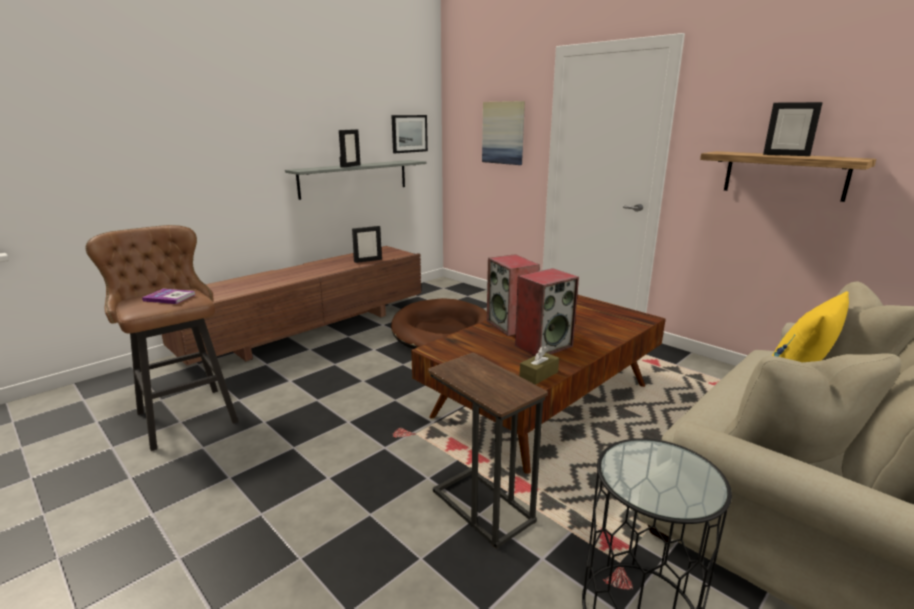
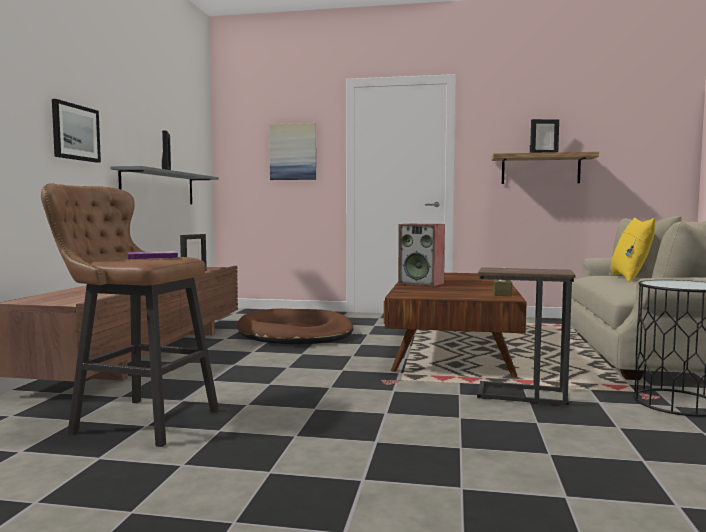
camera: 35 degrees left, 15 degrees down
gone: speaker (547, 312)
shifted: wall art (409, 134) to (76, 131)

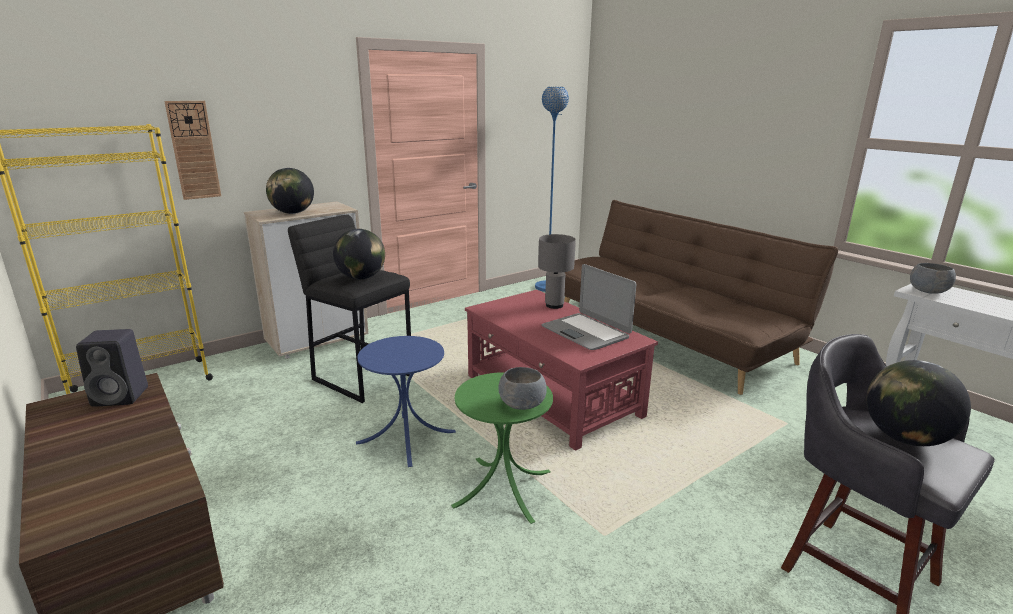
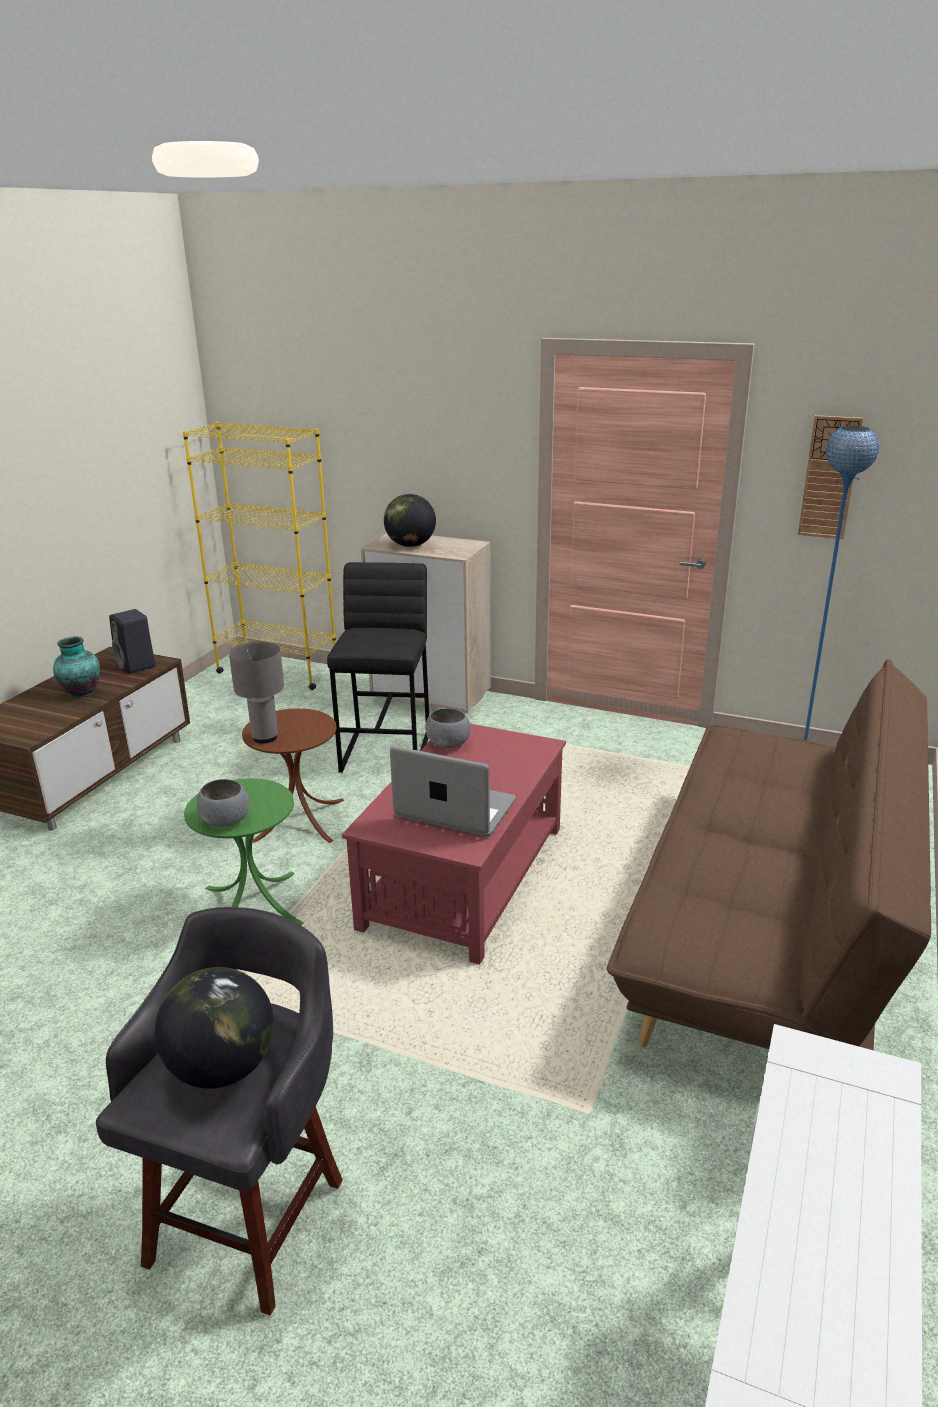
camera: 60 degrees right, 5 degrees up
gone: world globe (359, 254)
new: vase (76, 667)
shifted: clock on the wall (192, 150) to (830, 477); grey lamp for a table (557, 271) to (256, 692); grey deep dish (933, 278) to (448, 728)
repainted: blue-coloured accent table (406, 401) to brownish accent table (293, 775)
rotated: laptop (588, 307) = (453, 791) 90 degrees clockwise

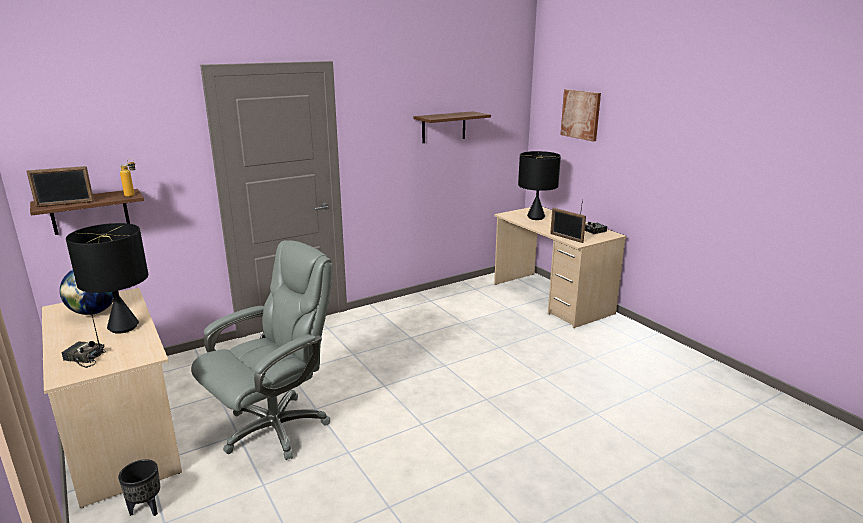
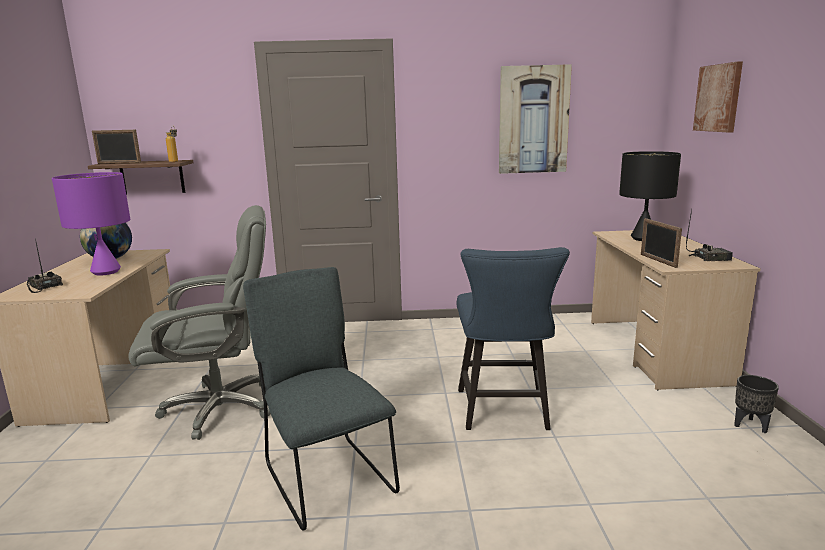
camera: 30 degrees right, 5 degrees down
new: grey chair (321, 399); blue-coloured chair (513, 338)
shifted: black planter (139, 487) to (756, 404)
swapped: wall shelf (452, 127) to wall art (535, 119)
repainted: black lamp for a table (107, 278) to purplish lamp for a table (91, 224)

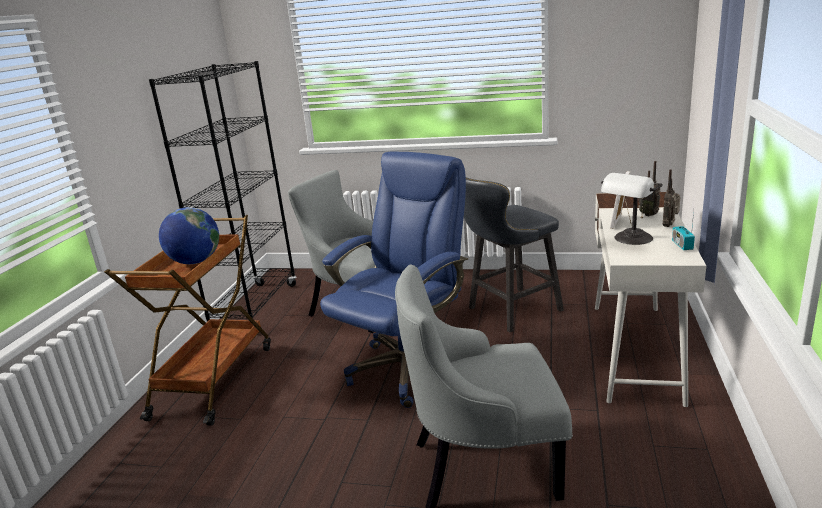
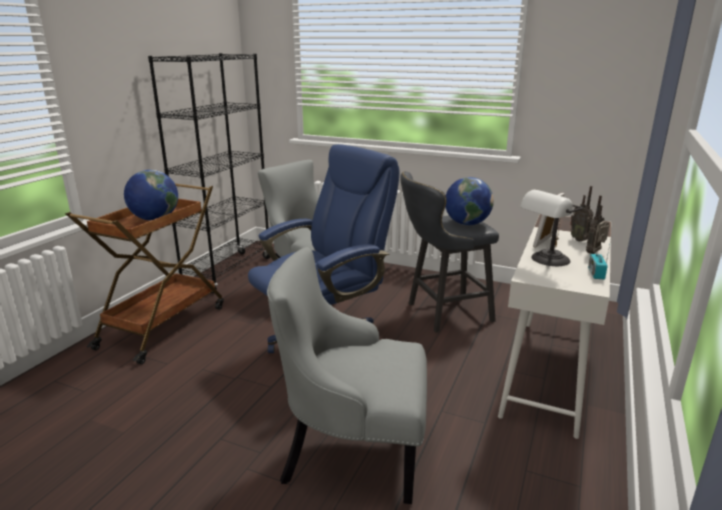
camera: 10 degrees right, 0 degrees up
new: world globe (469, 201)

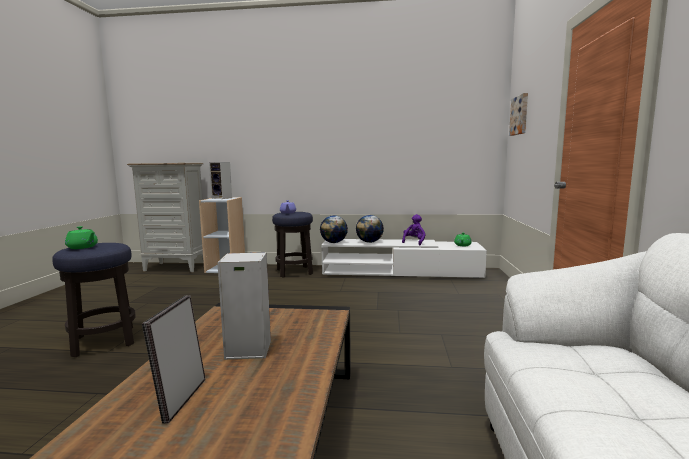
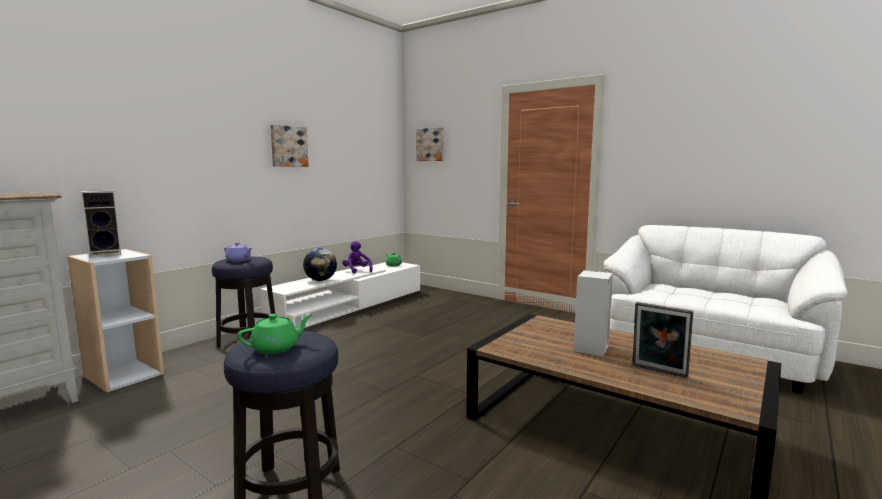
camera: 60 degrees left, 0 degrees up
gone: world globe (334, 229)
new: wall art (289, 146)

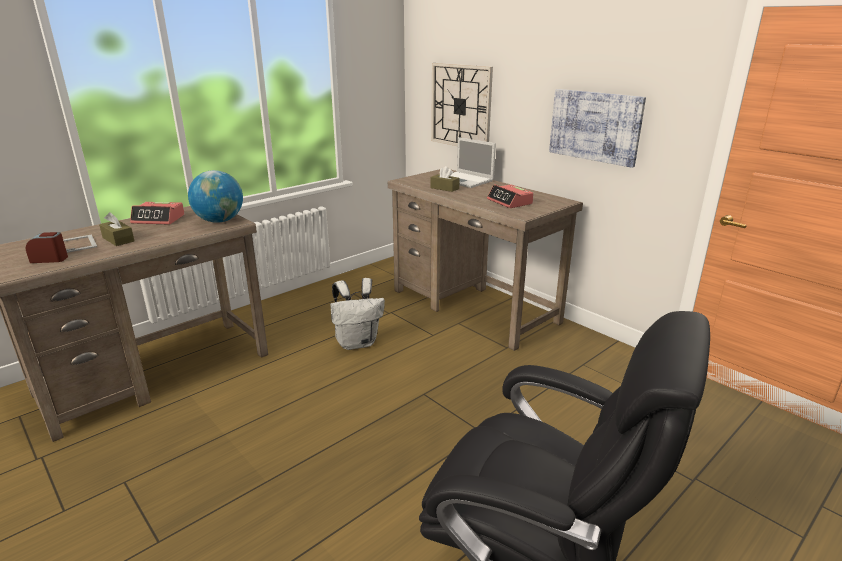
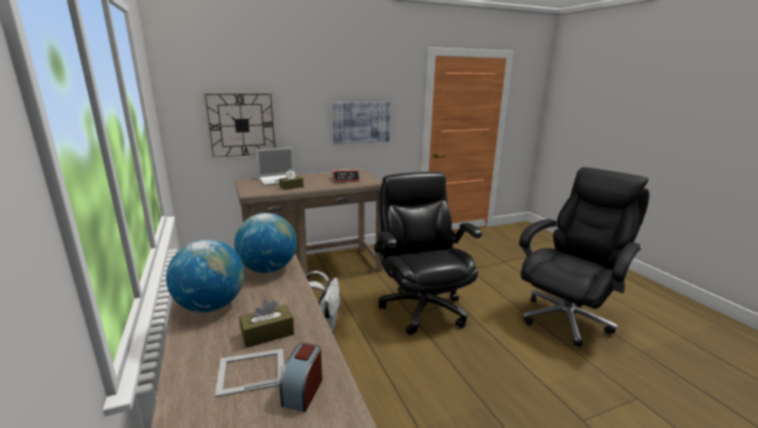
camera: 70 degrees left, 5 degrees down
new: black office chair (428, 253)
swapped: table clock (157, 213) to world globe (205, 276)

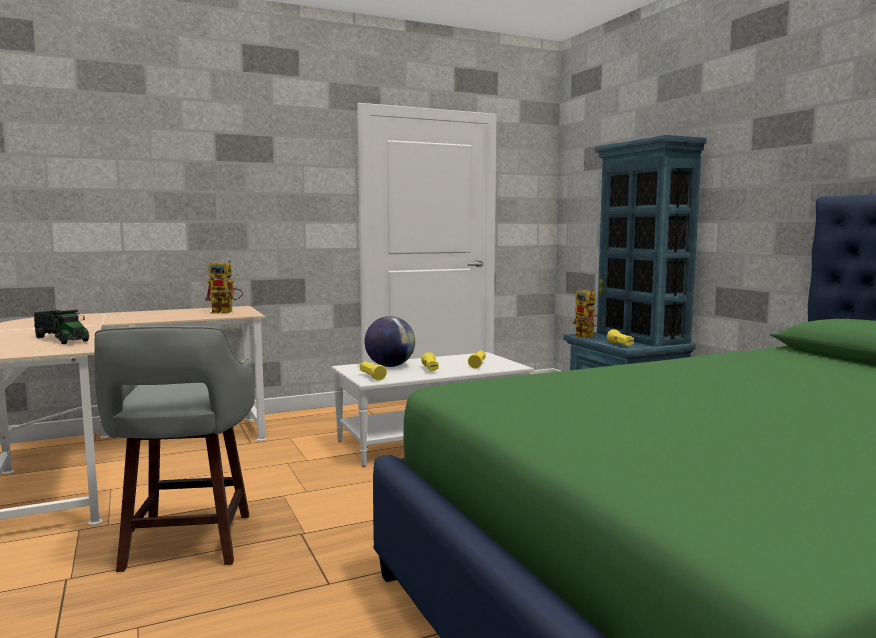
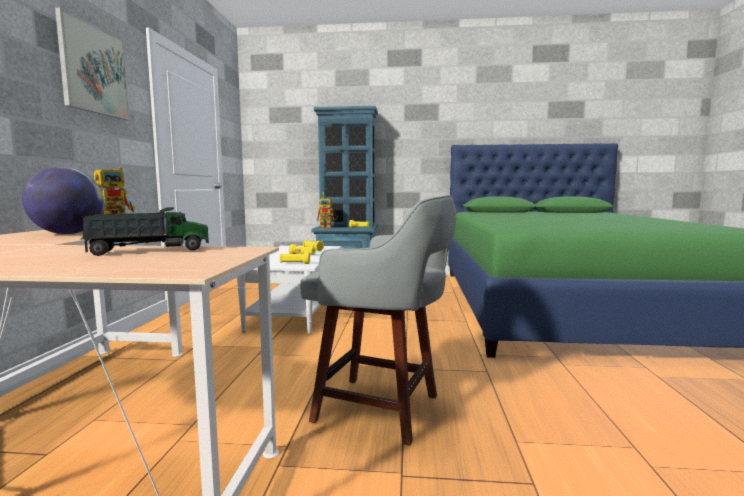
camera: 60 degrees left, 0 degrees up
new: wall art (92, 63)
shifted: world globe (389, 341) to (63, 200)

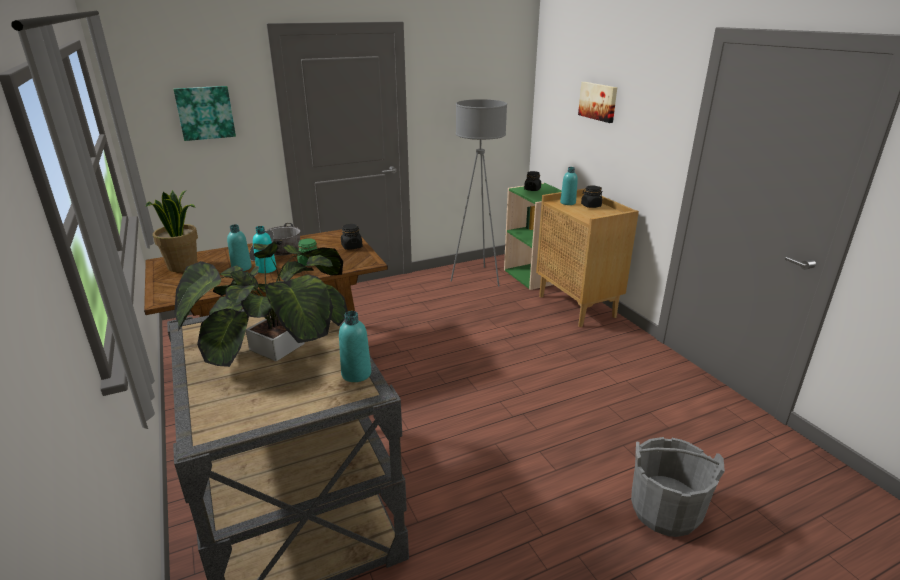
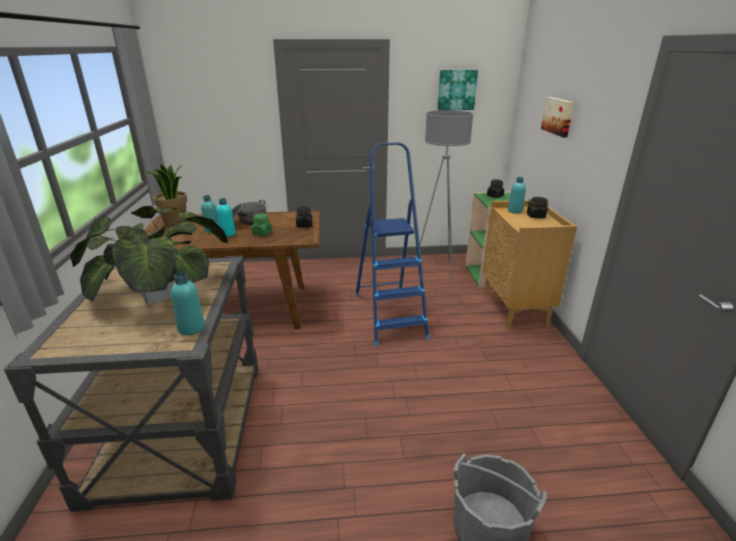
camera: 20 degrees right, 0 degrees up
new: blue-coloured step stool (392, 244)
shifted: wall art (205, 113) to (457, 90)

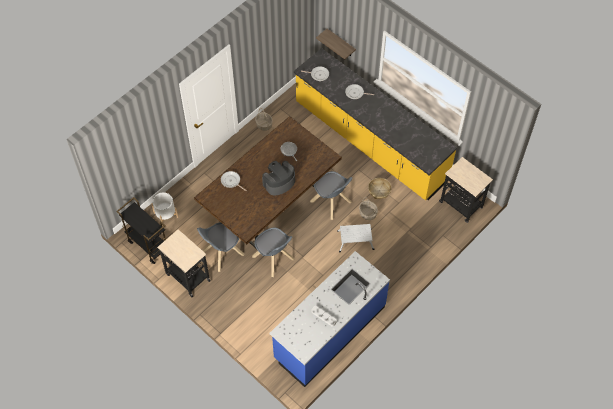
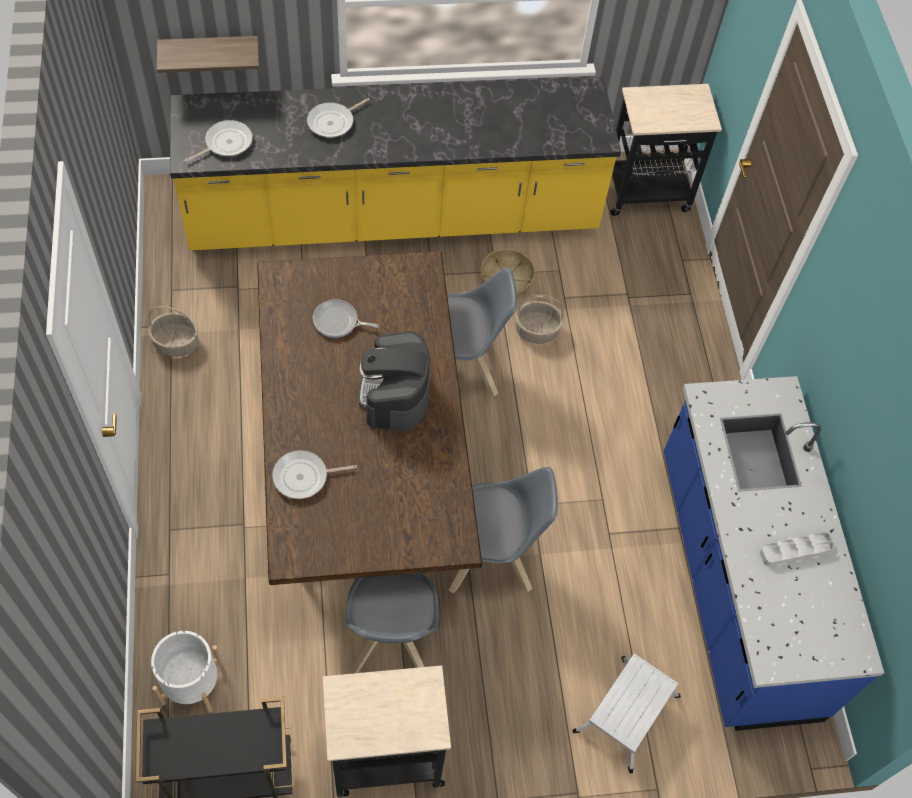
camera: 55 degrees left, 0 degrees up
shifted: white-coloured step stool (356, 238) to (626, 713)

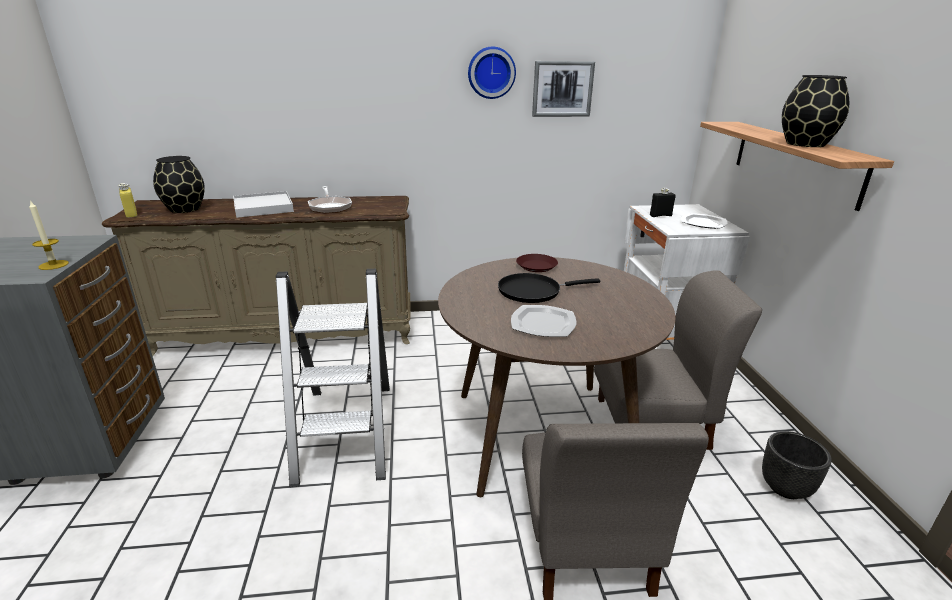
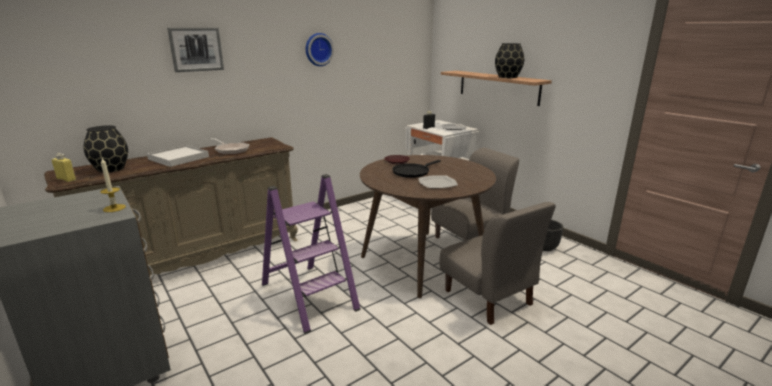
camera: 30 degrees left, 5 degrees down
shifted: wall art (563, 89) to (195, 49)
repainted: grey step stool (333, 378) to purplish step stool (311, 254)

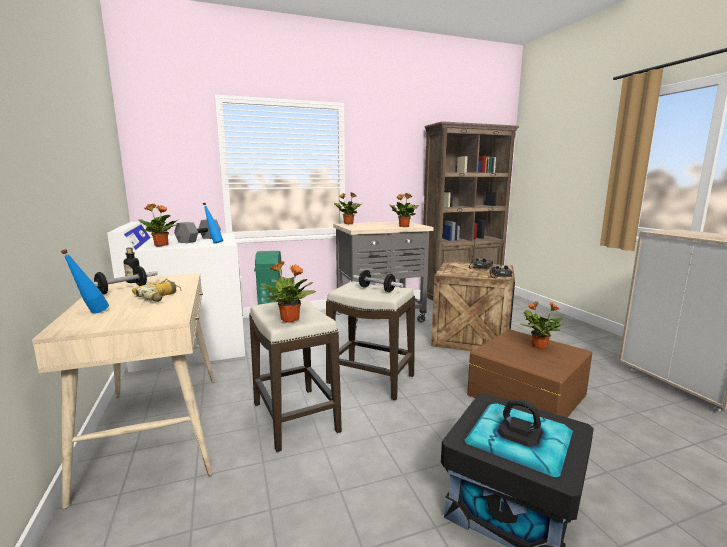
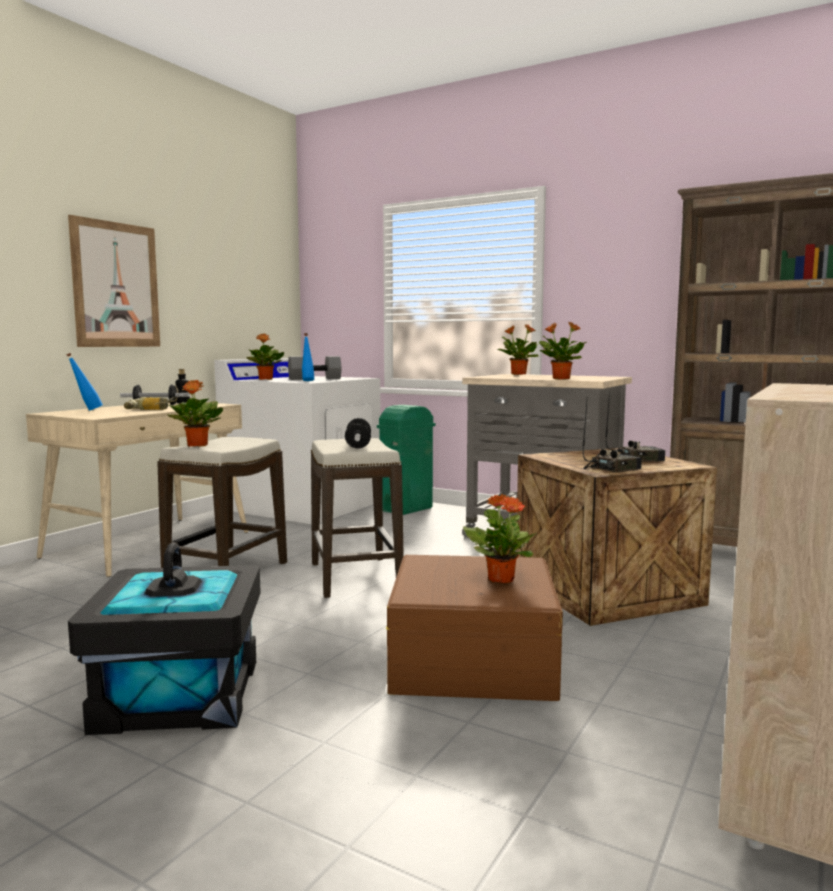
camera: 50 degrees right, 5 degrees down
new: wall art (114, 281)

